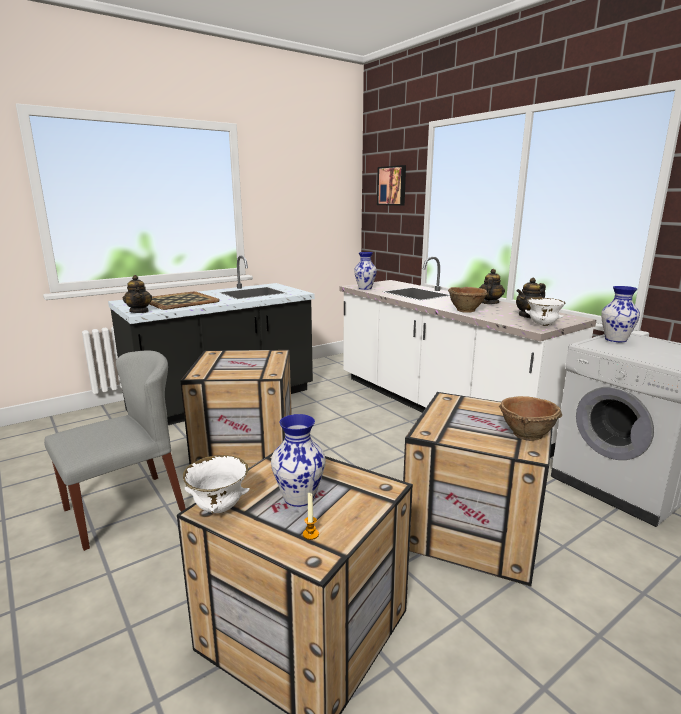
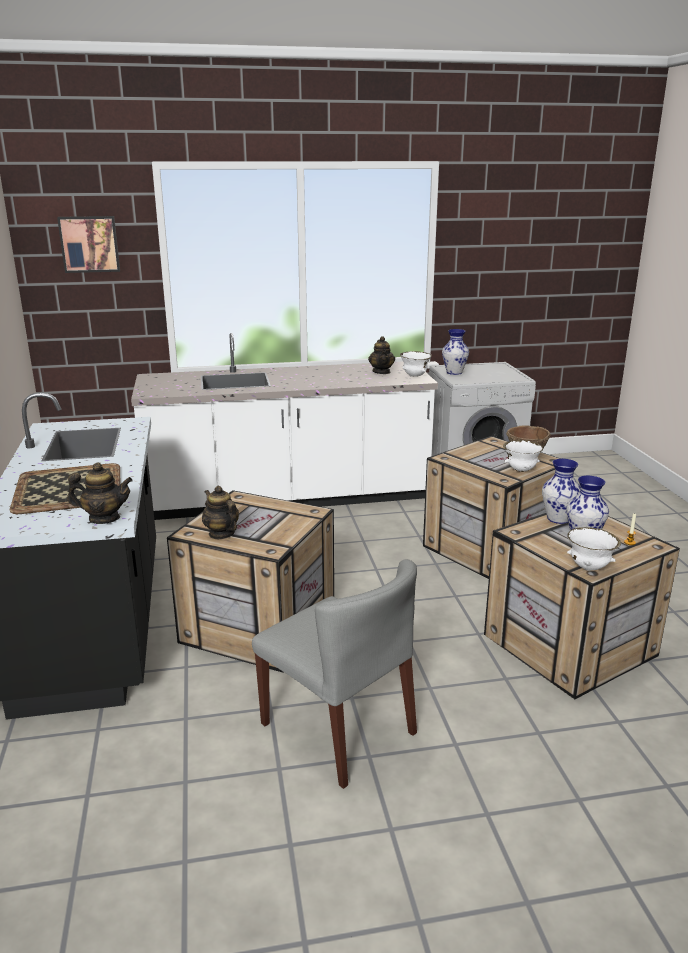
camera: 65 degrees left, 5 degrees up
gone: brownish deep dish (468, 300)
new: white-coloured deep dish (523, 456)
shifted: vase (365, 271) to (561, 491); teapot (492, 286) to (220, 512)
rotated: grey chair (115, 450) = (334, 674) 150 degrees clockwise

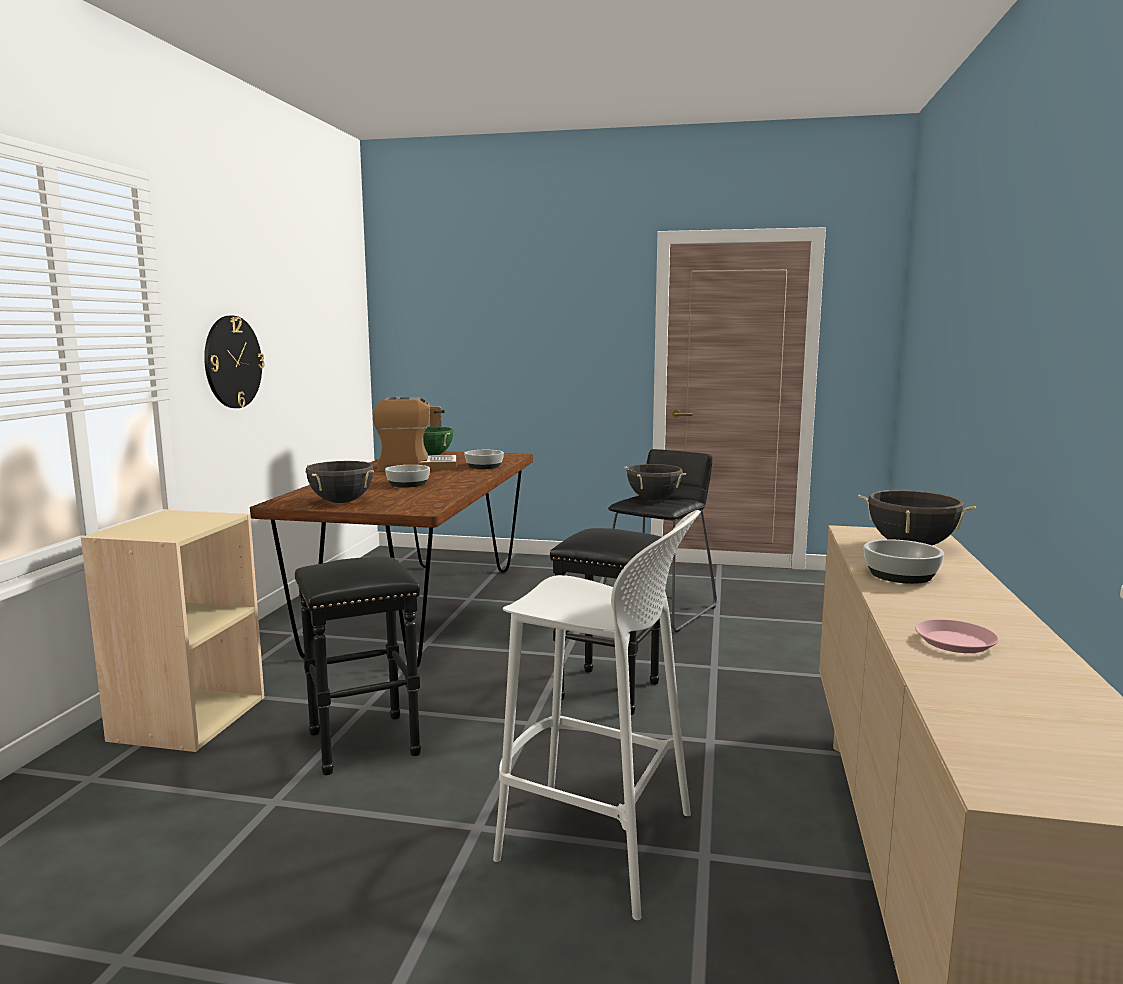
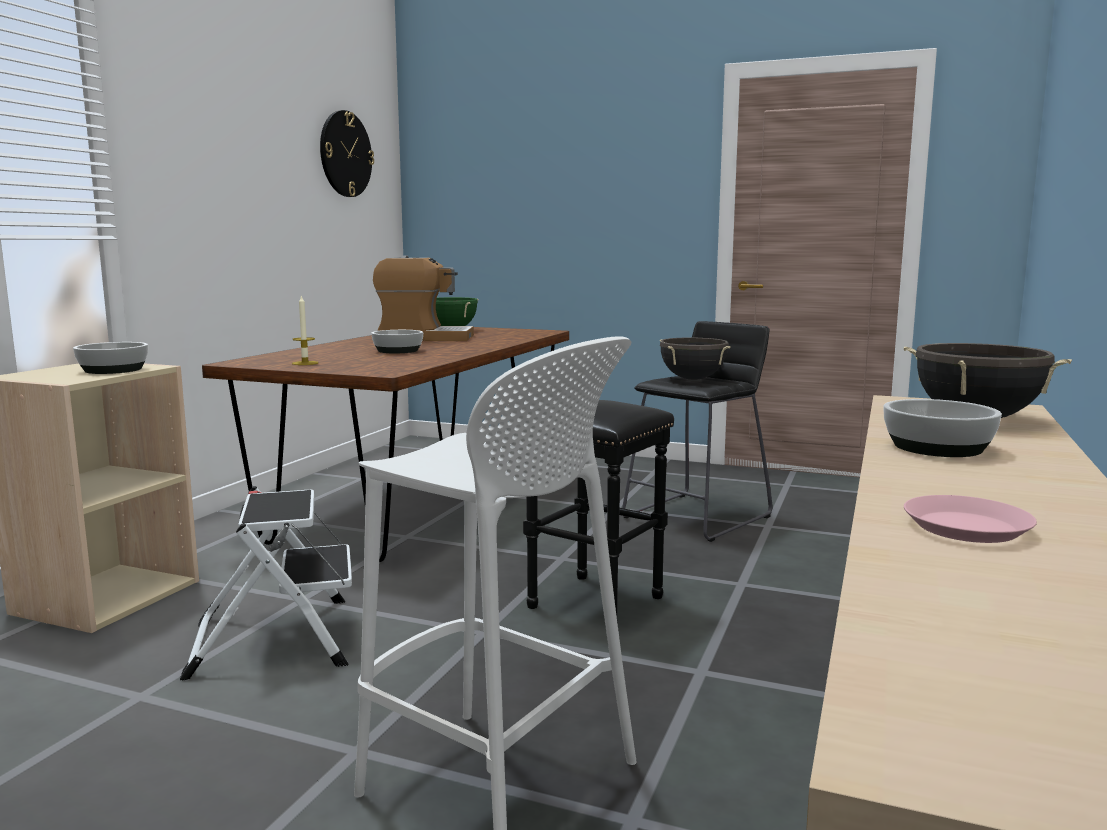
camera: 10 degrees right, 0 degrees up
shifted: clock on the wall (234, 362) to (347, 153); deep dish (484, 459) to (110, 358)
swapped: black stool (358, 666) to step stool (266, 583); black cooking pot (340, 482) to candle (305, 330)

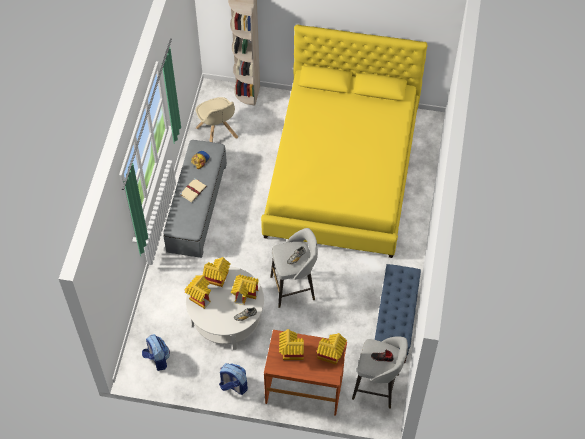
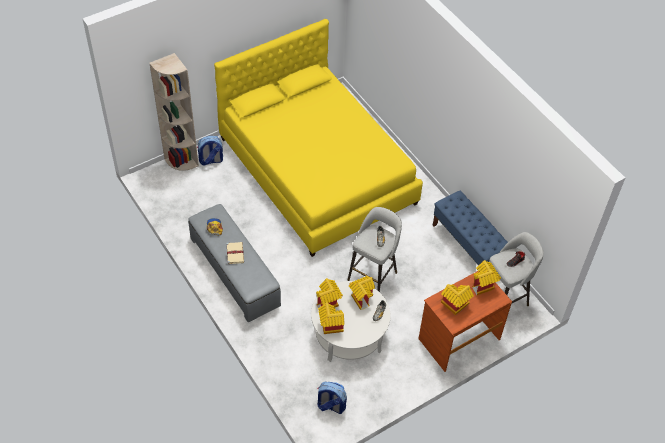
camera: 45 degrees left, 5 degrees down
gone: beige-coloured chair (217, 119)
shifted: backpack (233, 379) to (210, 150)

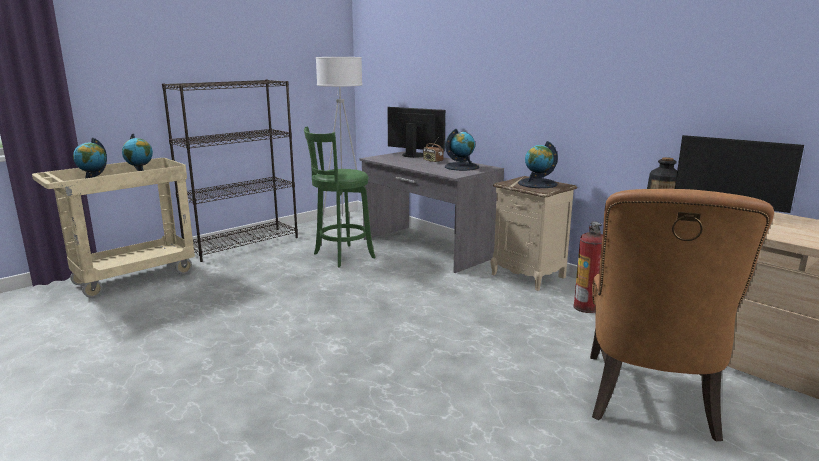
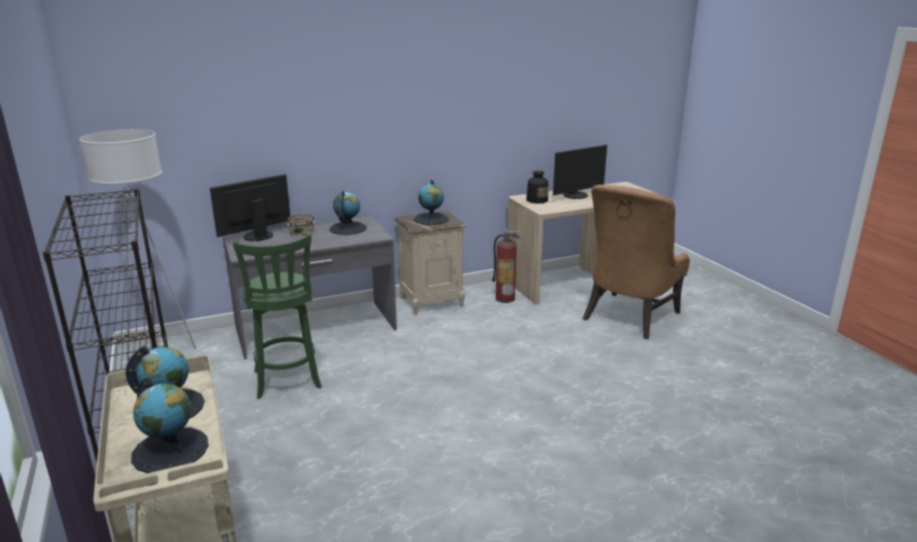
camera: 70 degrees left, 5 degrees up
rotated: brownish chair (682, 315) = (636, 262) 90 degrees clockwise

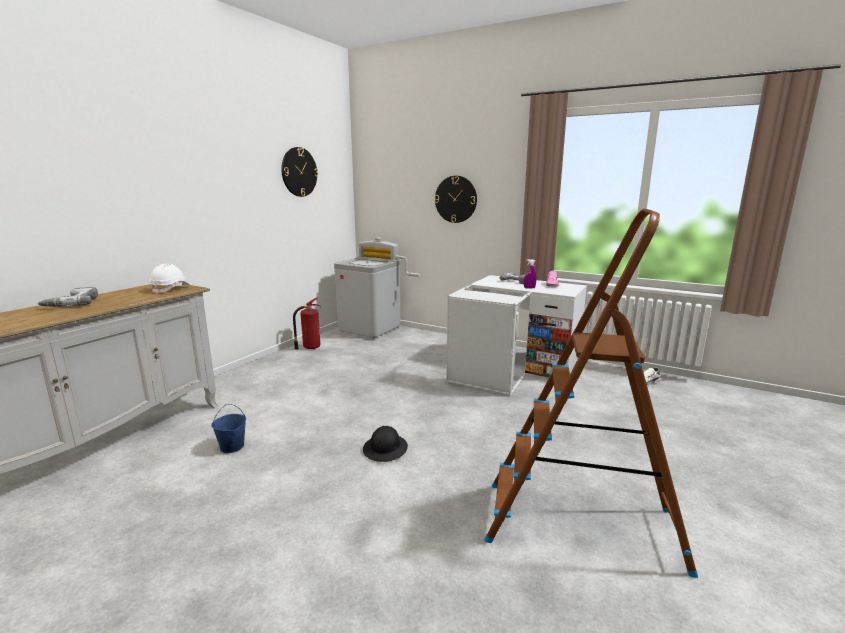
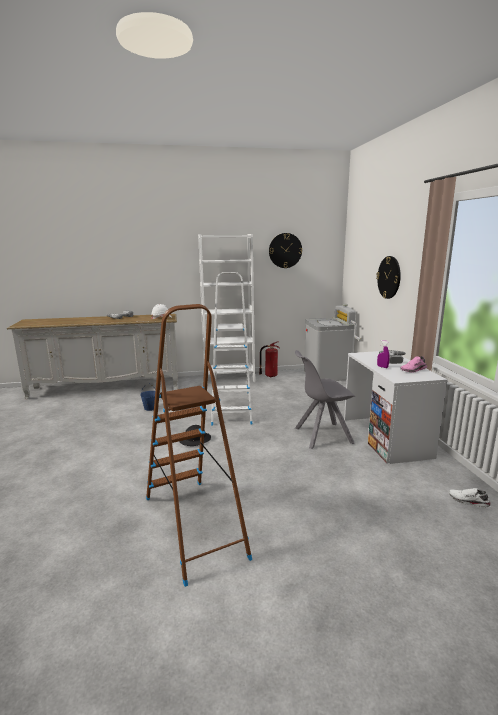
camera: 50 degrees right, 0 degrees up
new: white-coloured bookcase (226, 309); white-coloured step stool (231, 348)
swapped: grey laundry basket (489, 340) to grey chair (325, 399)

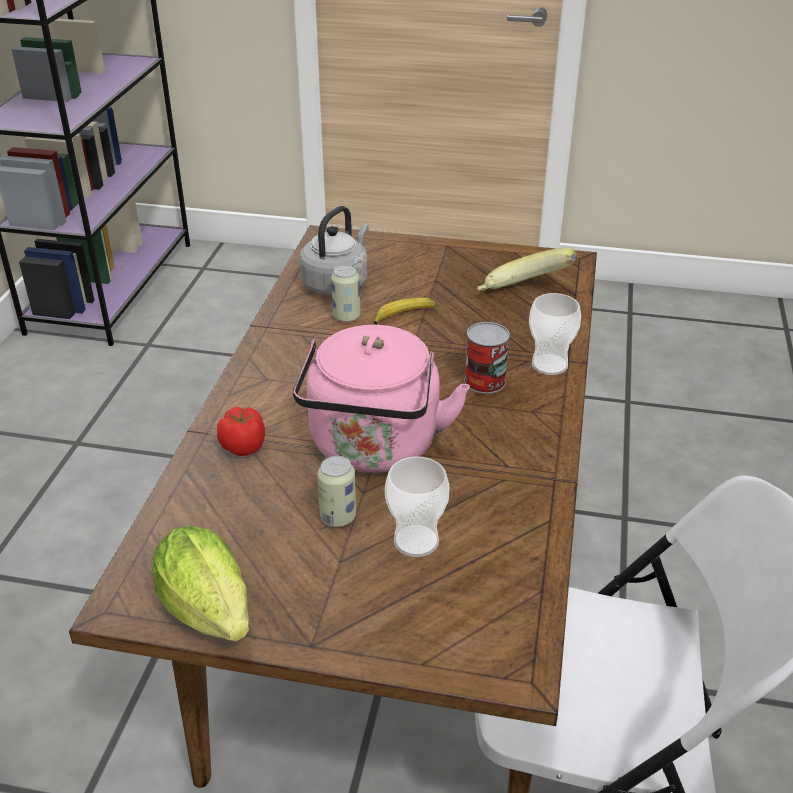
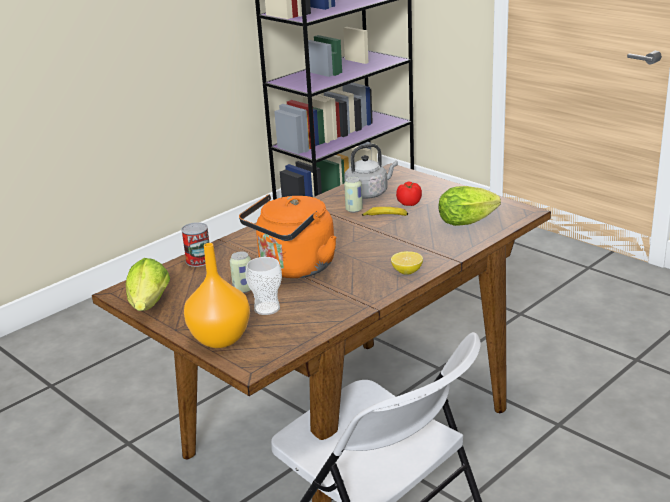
camera: 35 degrees right, 10 degrees down
gone: small cup (555, 334)
new: orange vase (217, 295); whole lemon (407, 262)
shifted: fresh tomato (241, 431) to (409, 193); can (487, 358) to (195, 244)
swapped: banana (527, 269) to head of lettuce (469, 206)
repainted: pinkish water kettle (381, 399) to orange water kettle (288, 236)

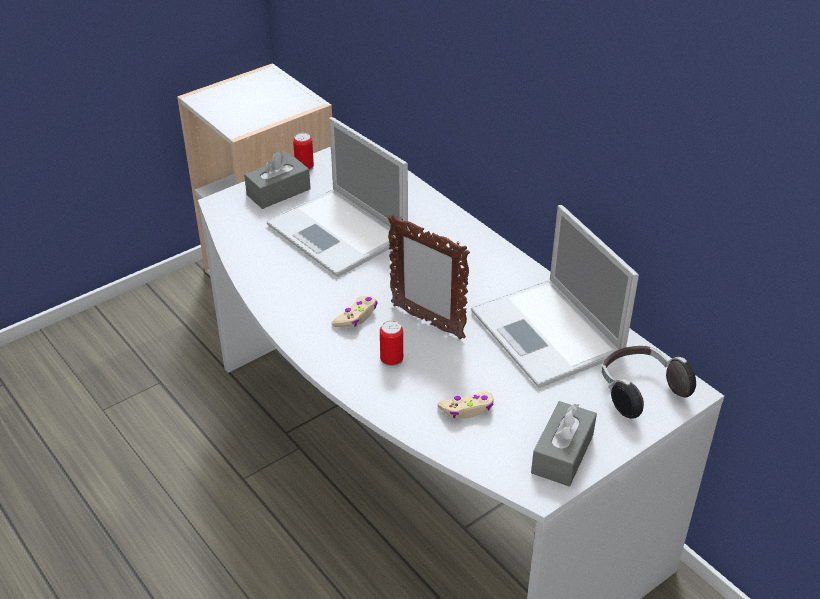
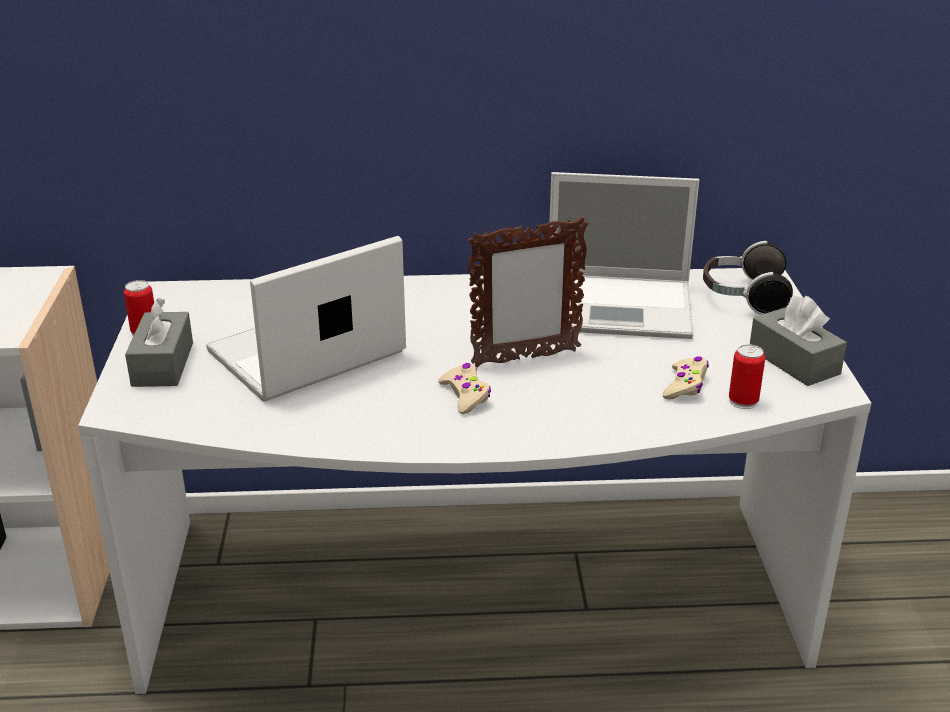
camera: 55 degrees left, 10 degrees down
shifted: can (391, 344) to (747, 376)
rotated: laptop (337, 197) = (306, 319) 150 degrees clockwise

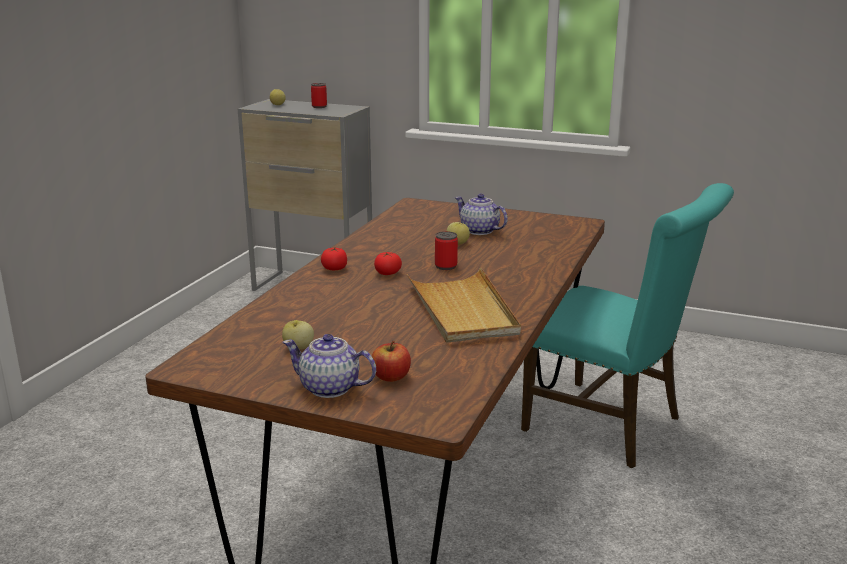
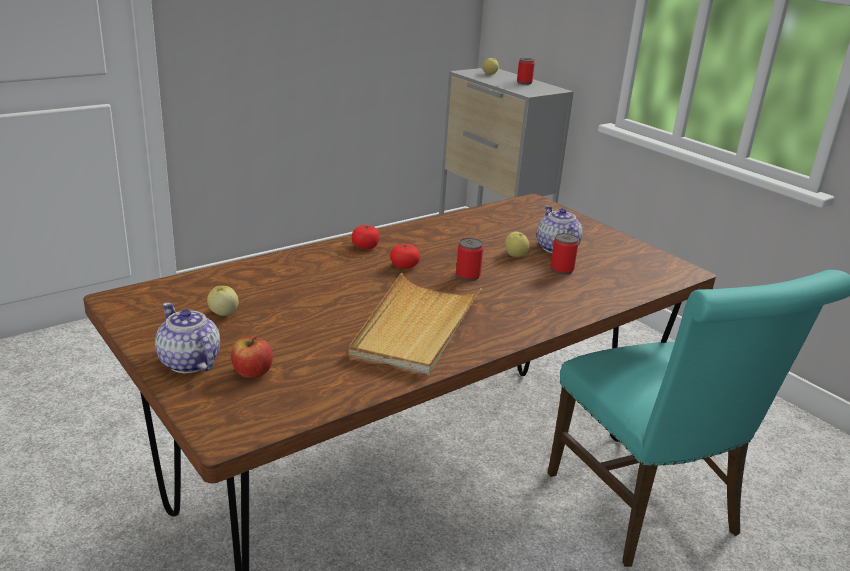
camera: 30 degrees right, 5 degrees up
new: can (564, 254)

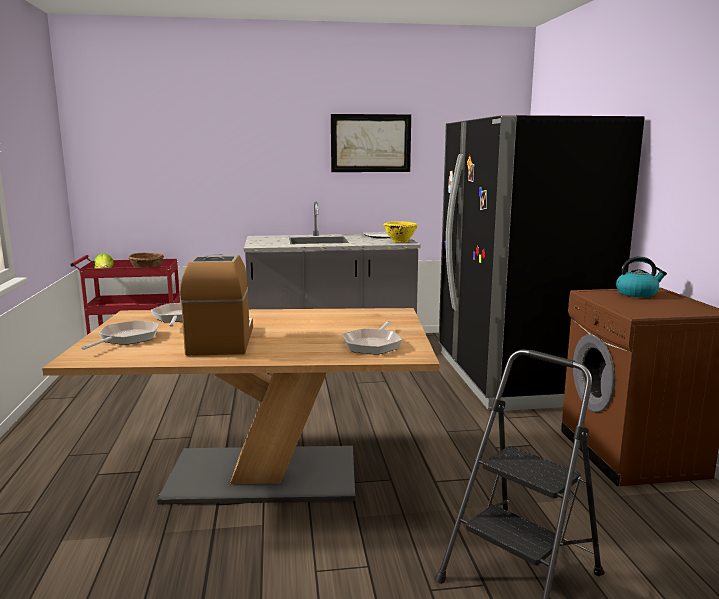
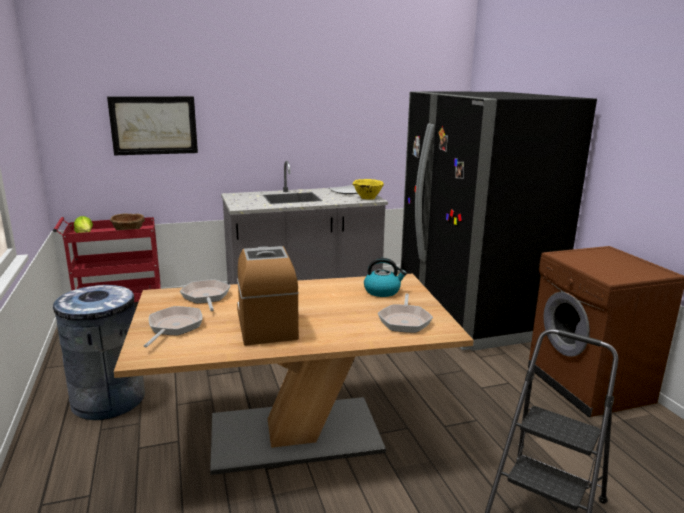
camera: 10 degrees left, 5 degrees up
new: grey trash can (99, 352)
shifted: wall art (371, 143) to (152, 126); water kettle (641, 277) to (385, 277)

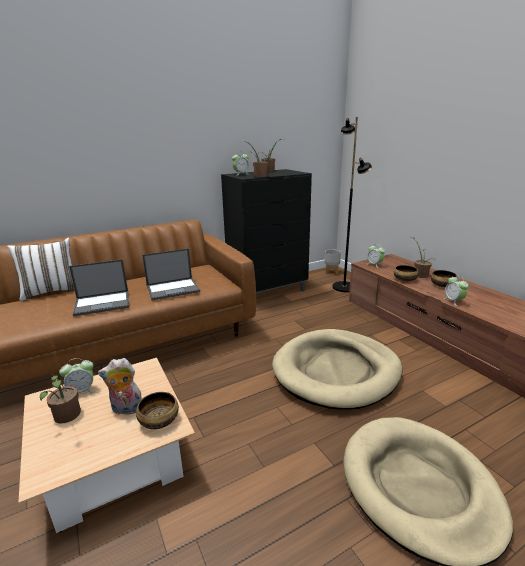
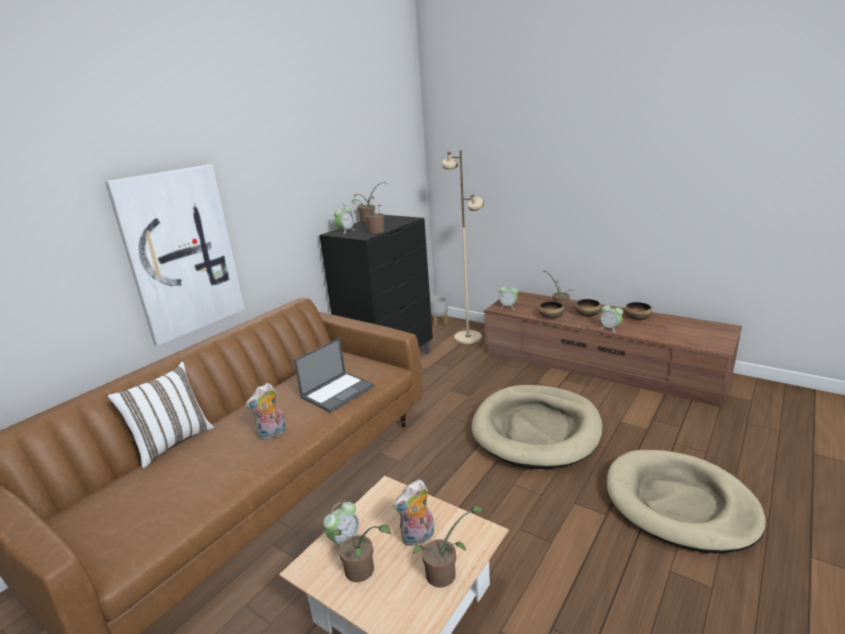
camera: 25 degrees left, 0 degrees up
new: wall art (175, 255); houseplant (448, 547)
shifted: deep dish (157, 410) to (638, 311)
swapped: laptop (99, 288) to cuddly toy (265, 411)
repainted: black standard lamp (352, 204) to beige-coloured standard lamp (463, 247)

